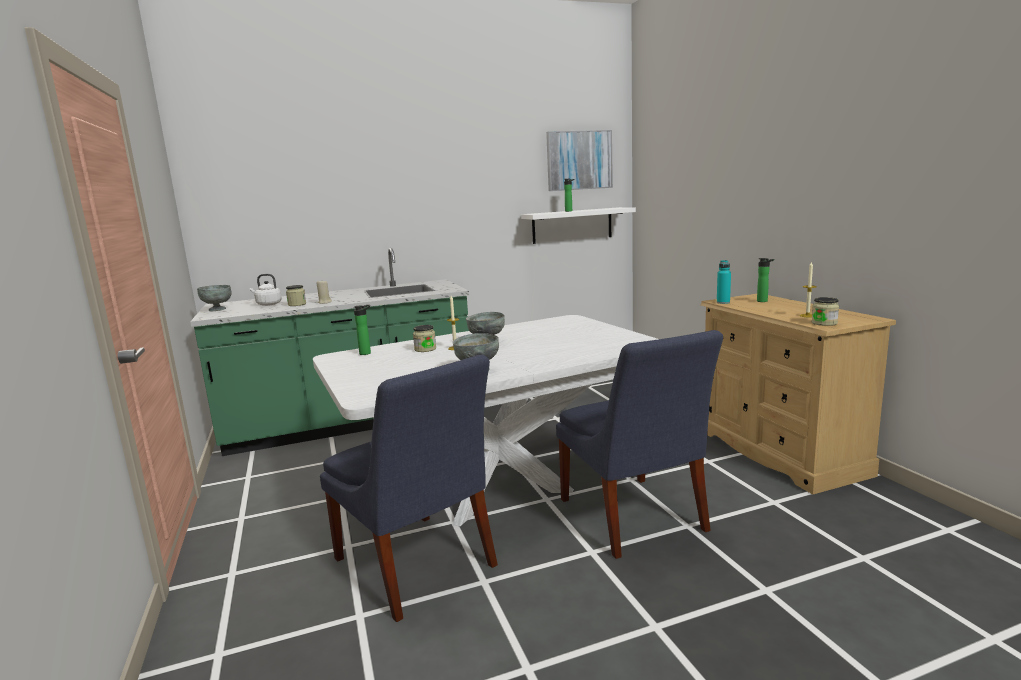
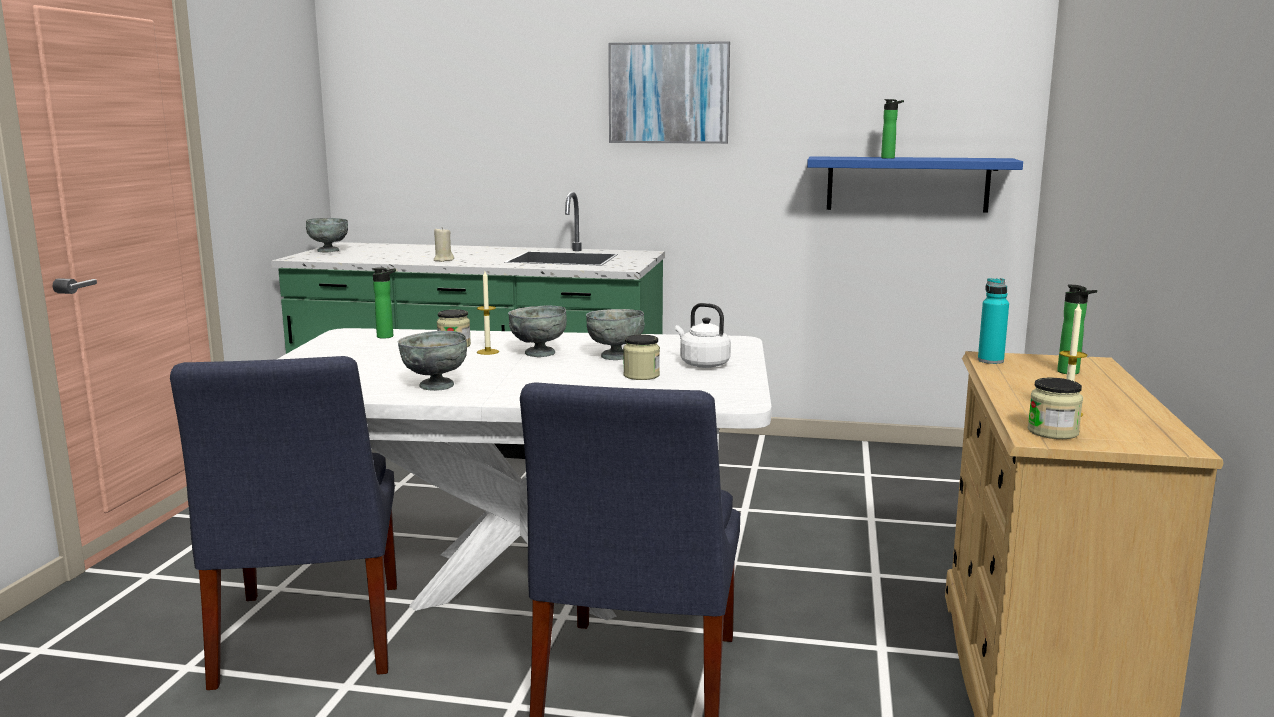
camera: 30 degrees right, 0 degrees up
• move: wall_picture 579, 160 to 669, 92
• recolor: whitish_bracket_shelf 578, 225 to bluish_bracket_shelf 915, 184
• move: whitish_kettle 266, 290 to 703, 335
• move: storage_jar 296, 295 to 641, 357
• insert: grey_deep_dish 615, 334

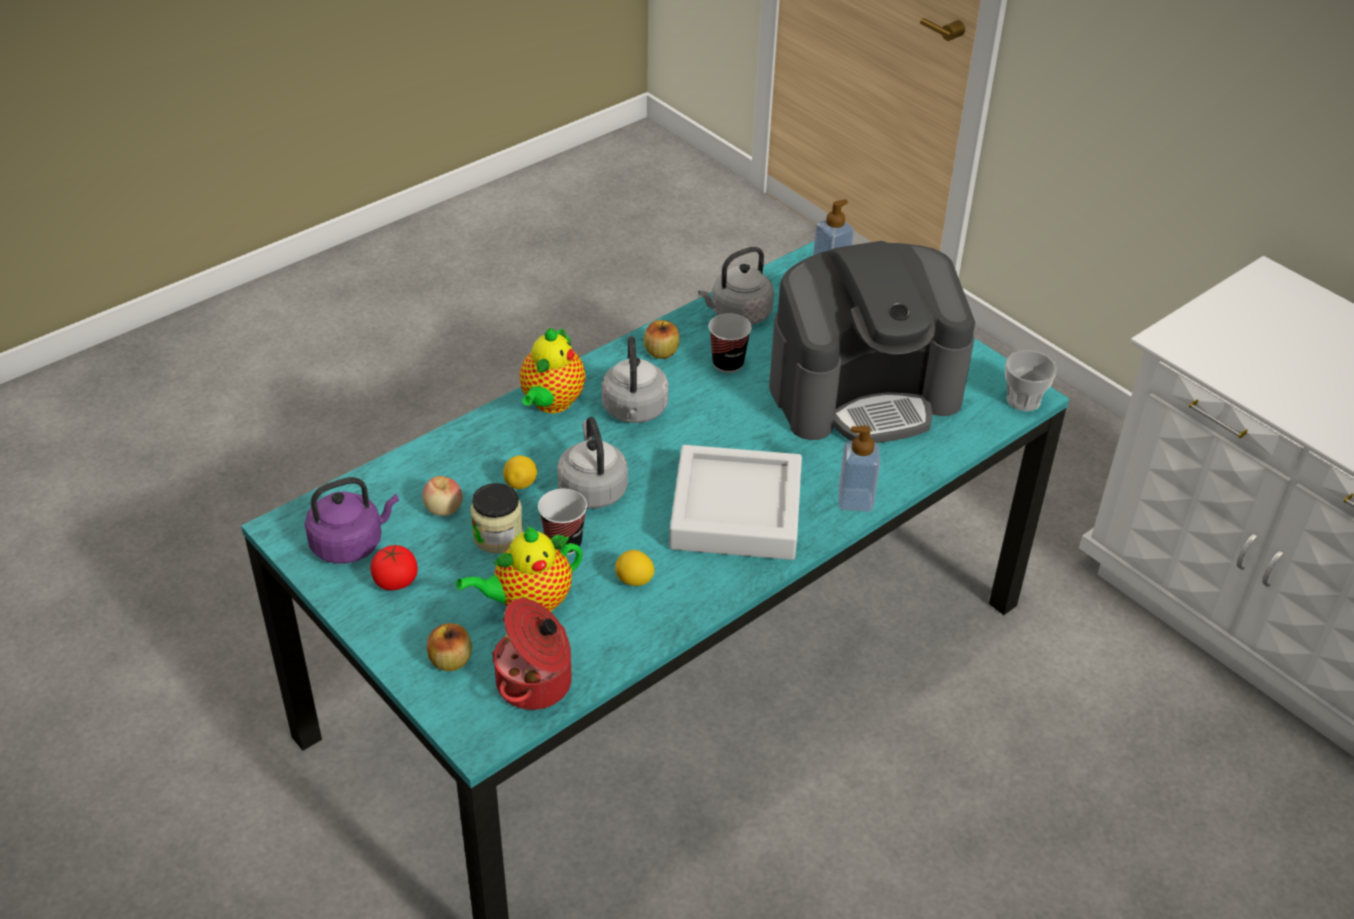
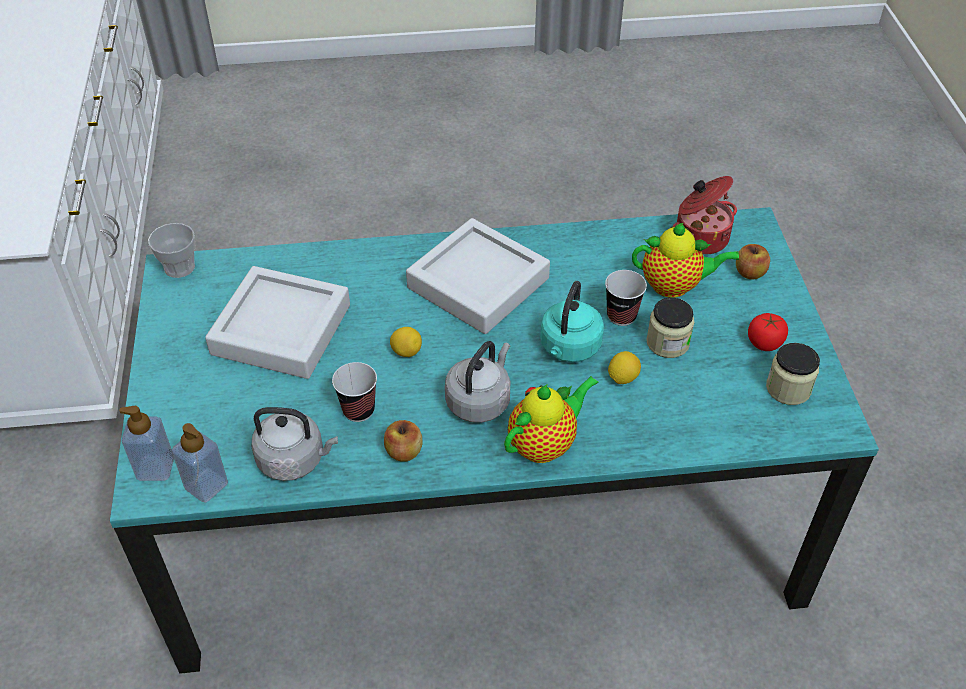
camera: 145 degrees left, 5 degrees up
• replace: coffee_maker 872, 342 to grey_serving_tray 277, 322
• recolor: grey_kettle 592, 463 to turquoise-coloured_kettle 572, 321
• move: soap_dispenser 859, 468 to 199, 463
• delete: apple 442, 496
• replace: purple_kettle 352, 520 to storage_jar 793, 374
• move: lemon 634, 568 to 406, 342

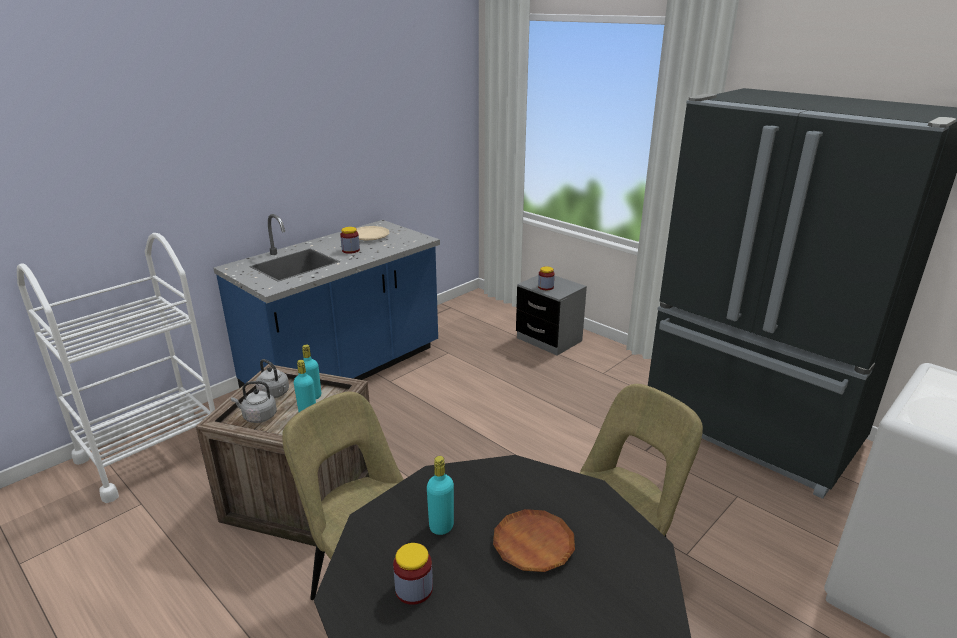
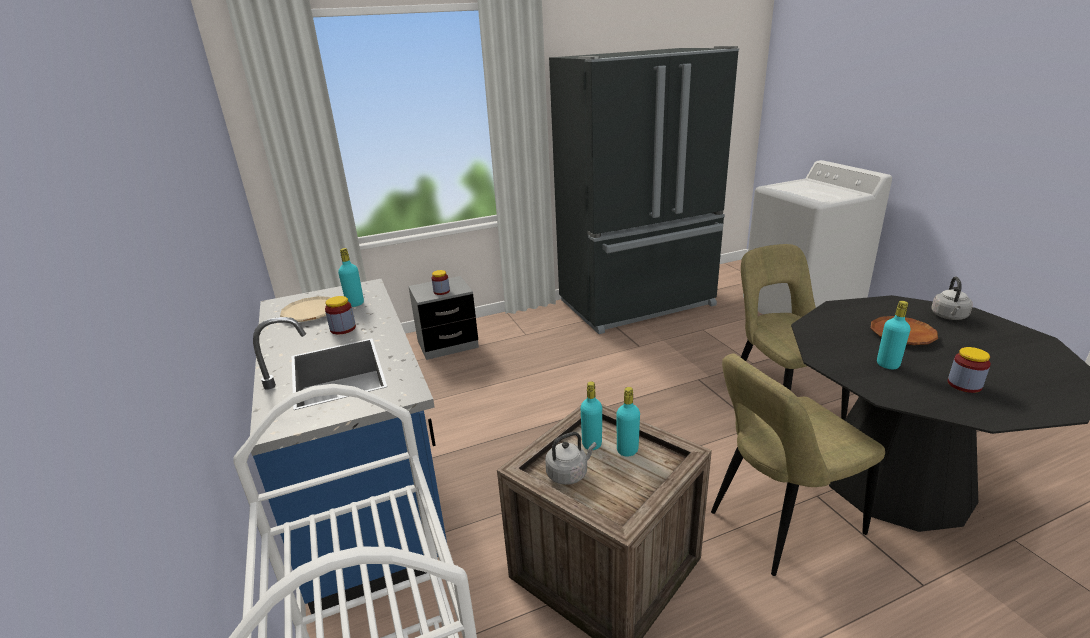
camera: 65 degrees left, 0 degrees up
• move: grey_kettle 254, 402 to 952, 298
• insert: turquoise-coloured_drink_bottle 351, 277

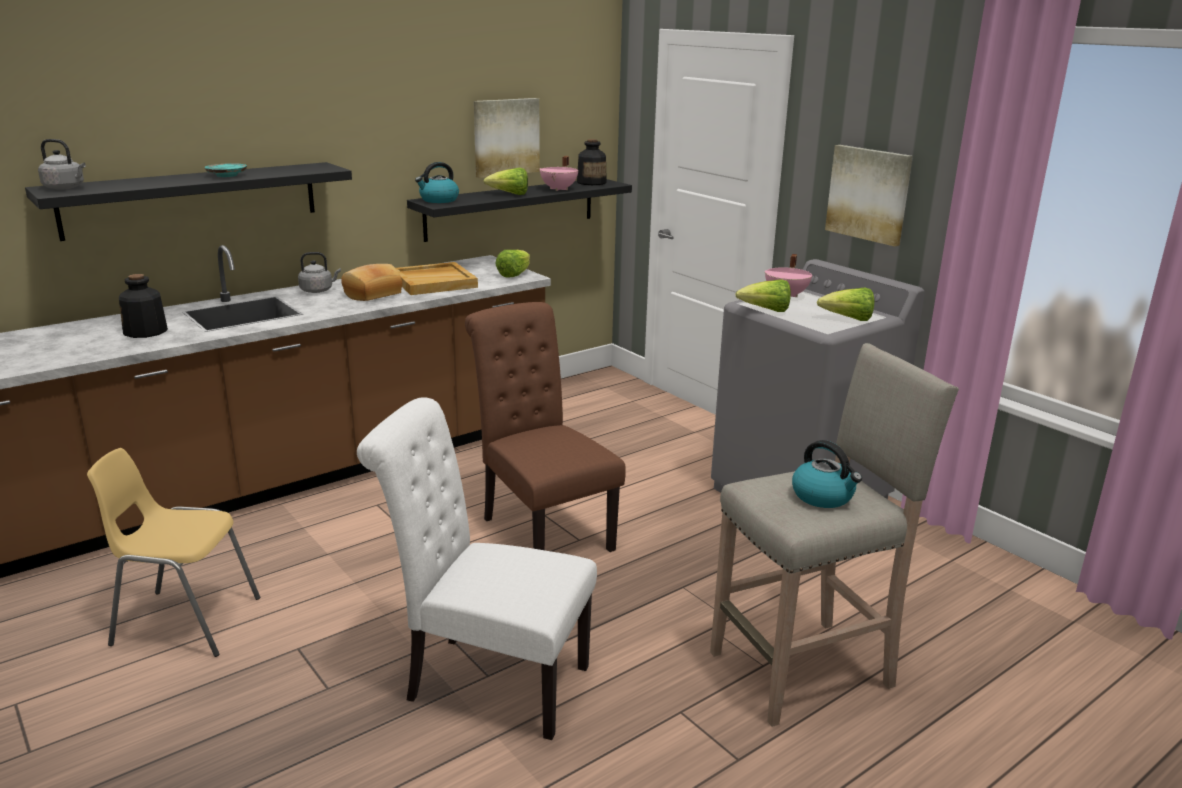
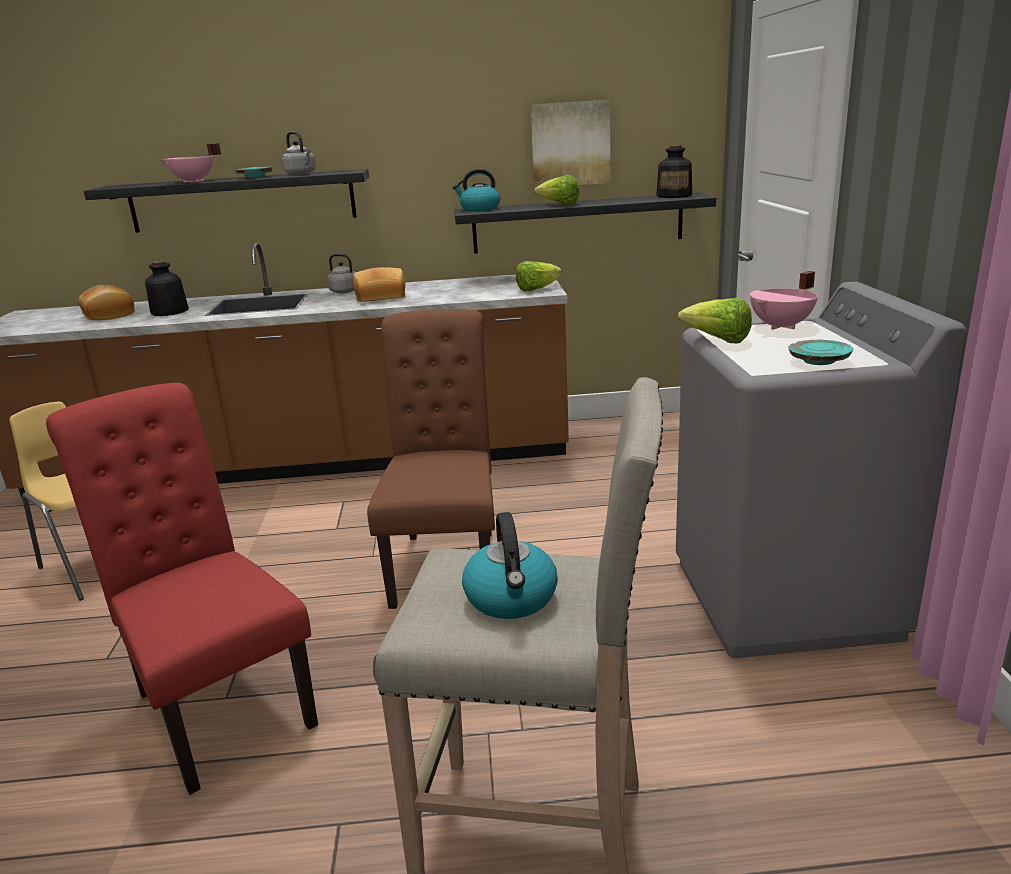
camera: 35 degrees right, 0 degrees up
• move: grey_kettle 62, 164 to 299, 153
• delete: wall_picture 869, 196
• move: pink_cooking_pot 558, 173 to 191, 163
• delete: sand-coloured_serving_tray 437, 278
• replace: lettuce_head 845, 304 to turquoise-coloured_flat_dish 820, 352
• recolor: whitish_chair 477, 568 to red_chair 182, 589
• insert: baked_bread 106, 302

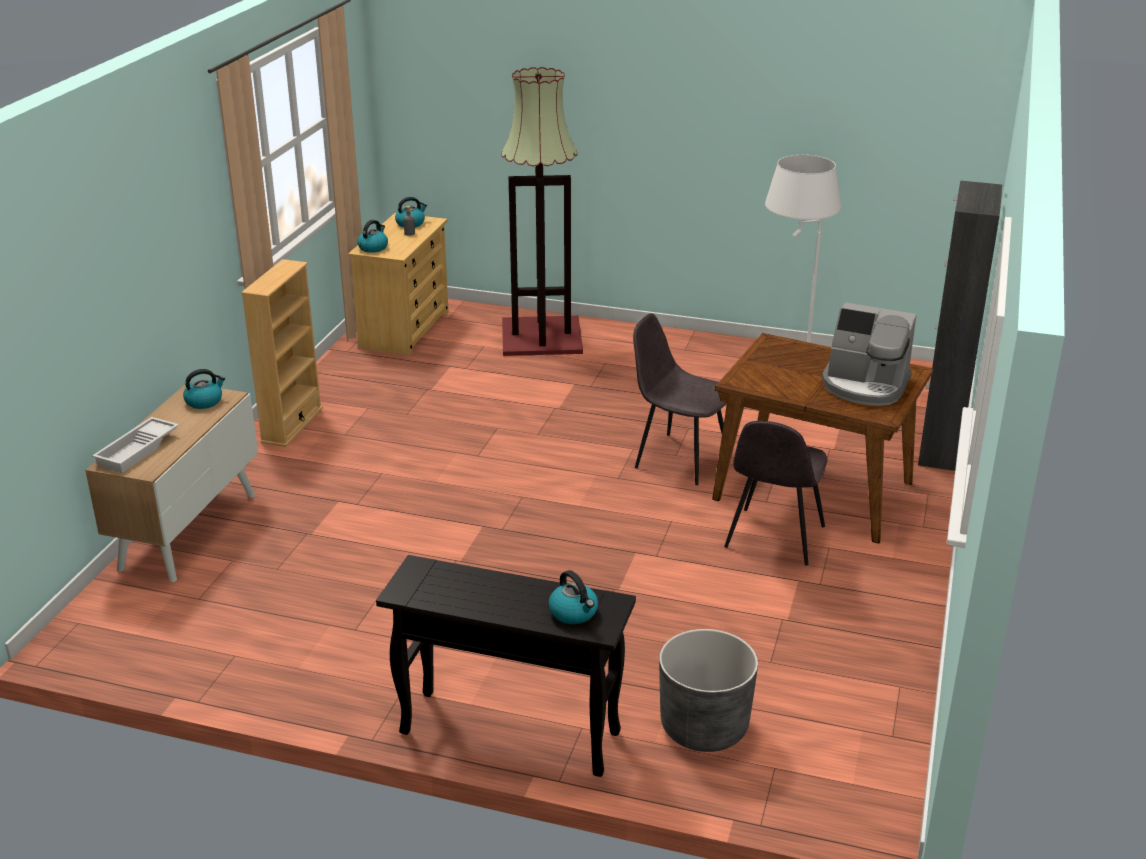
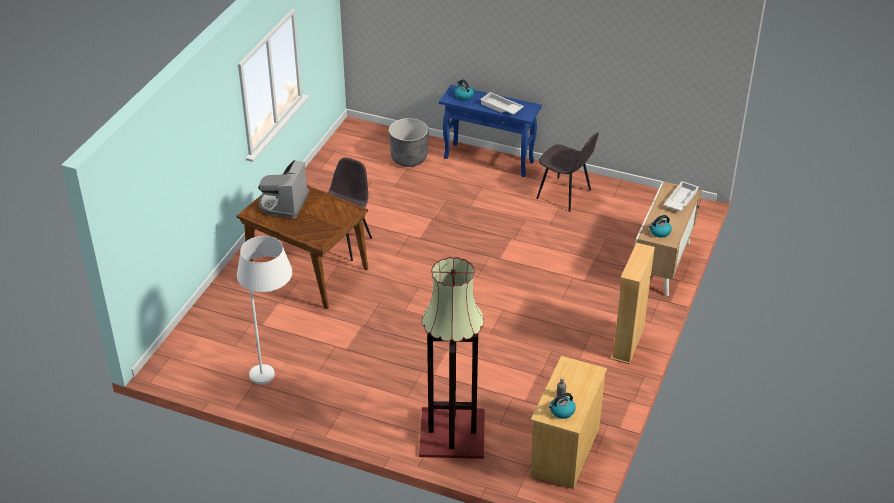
camera: 175 degrees left, 10 degrees up
• delete: black_storage_cabinet 960, 326
• delete: kettle 372, 236
• rotate: coffee_maker 869, 354 = 283, 189 105 degrees counterclockwise
• move: grey_chair 680, 399 to 567, 172
• recolor: black_narrow_table 506, 666 to bluish_narrow_table 490, 131
• insert: whitish_serving_tray 502, 103

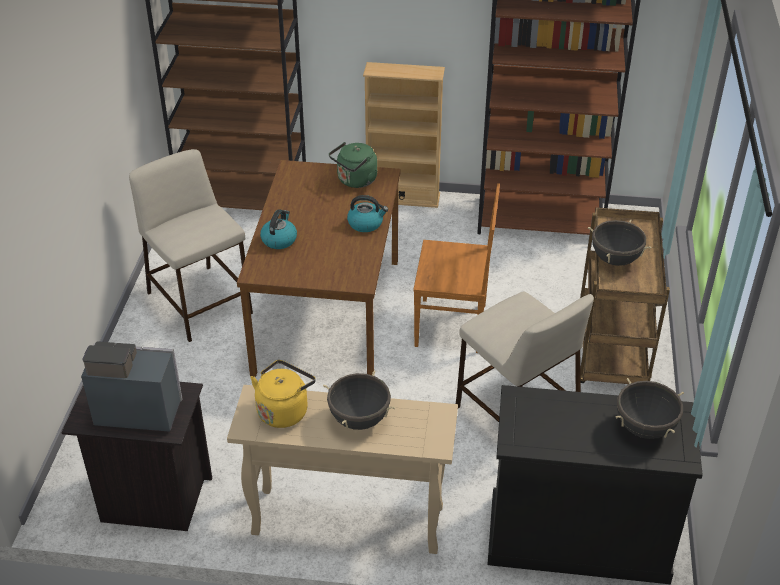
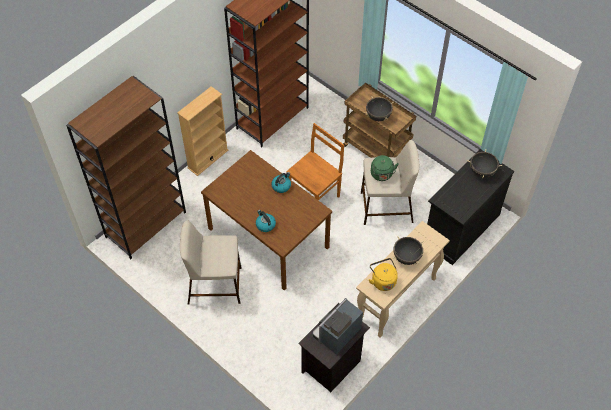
camera: 55 degrees left, 15 degrees up
• move: green-coloured_kettle 353, 165 to 385, 168

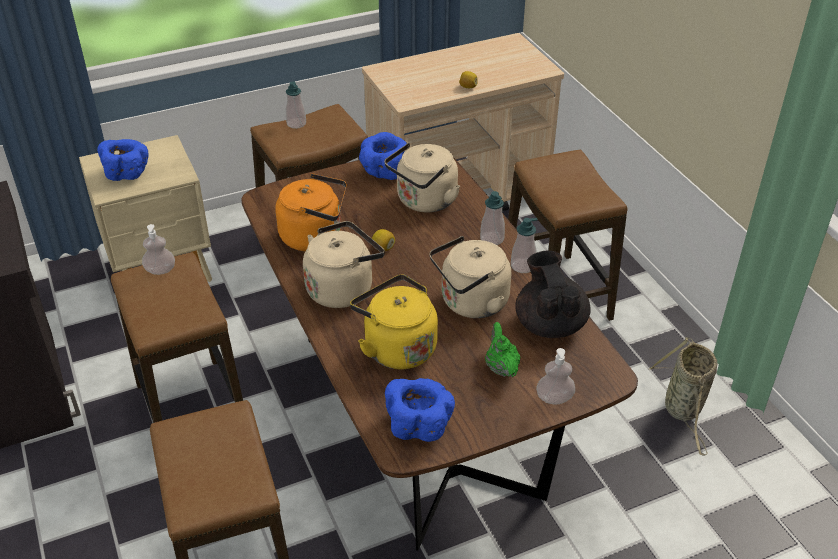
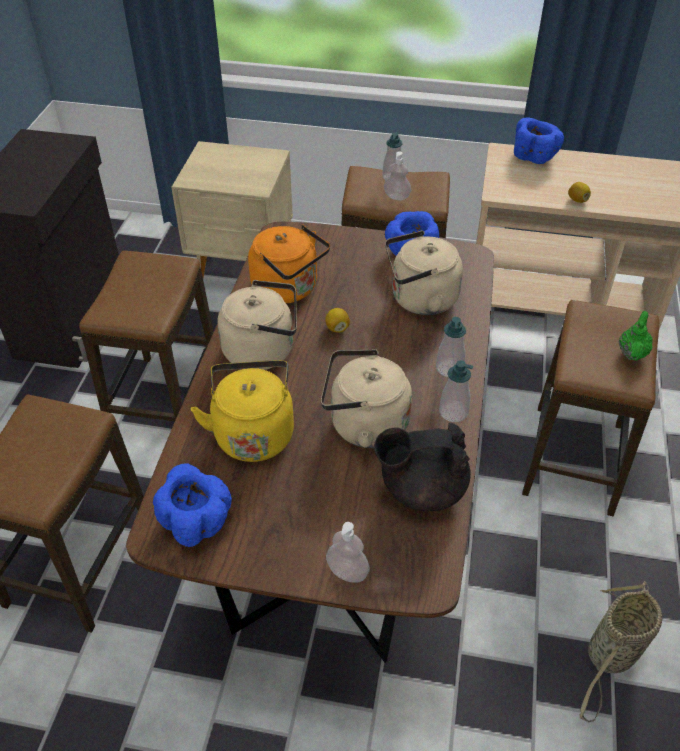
camera: 35 degrees right, 5 degrees up
• move: bluish_deep_dish 123, 160 to 539, 140
• move: soap_dispenser 158, 249 to 397, 175
• rotate: black_pot_for_tea 553, 294 = 422, 466 120 degrees counterclockwise
• move: green-coloured_pot_for_tea 503, 349 to 636, 336

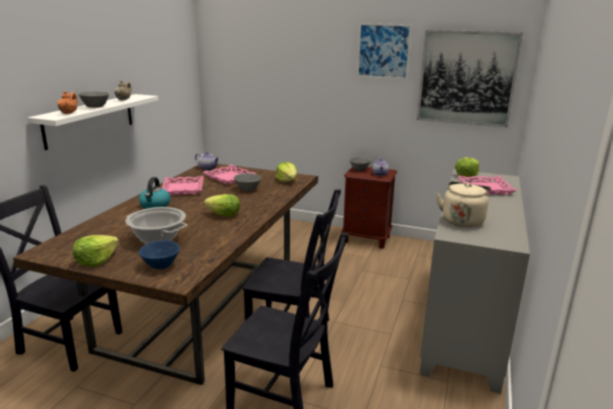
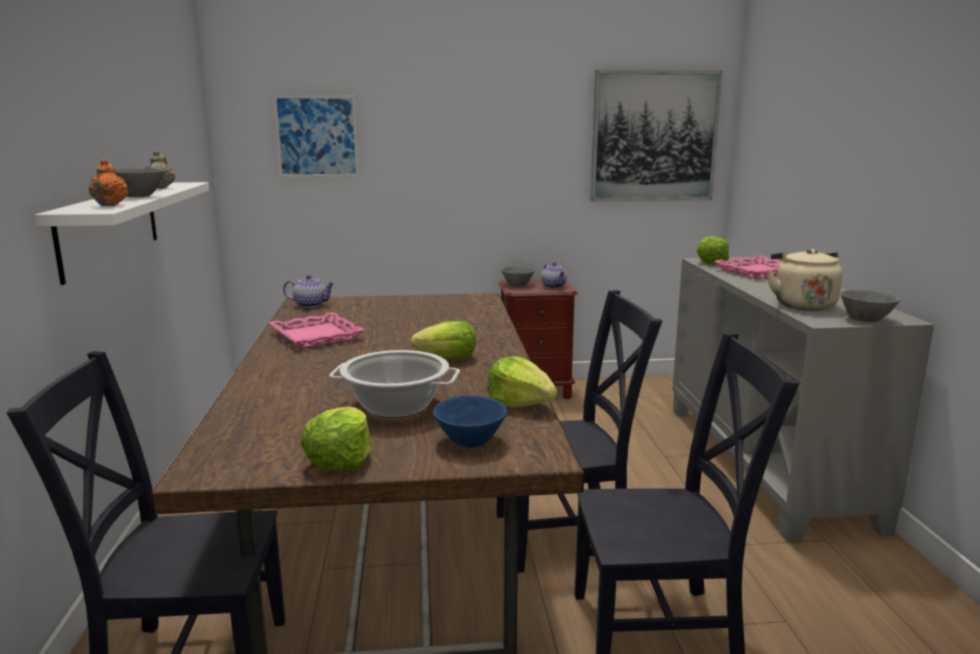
camera: 25 degrees left, 5 degrees down
• move: wall_picture 384, 51 to 316, 136
• move: lettuce_head 286, 172 to 522, 381
• delete: pink_serving_tray 229, 175
• move: grey_deep_dish 247, 182 to 870, 306
• delete: kettle 155, 193

